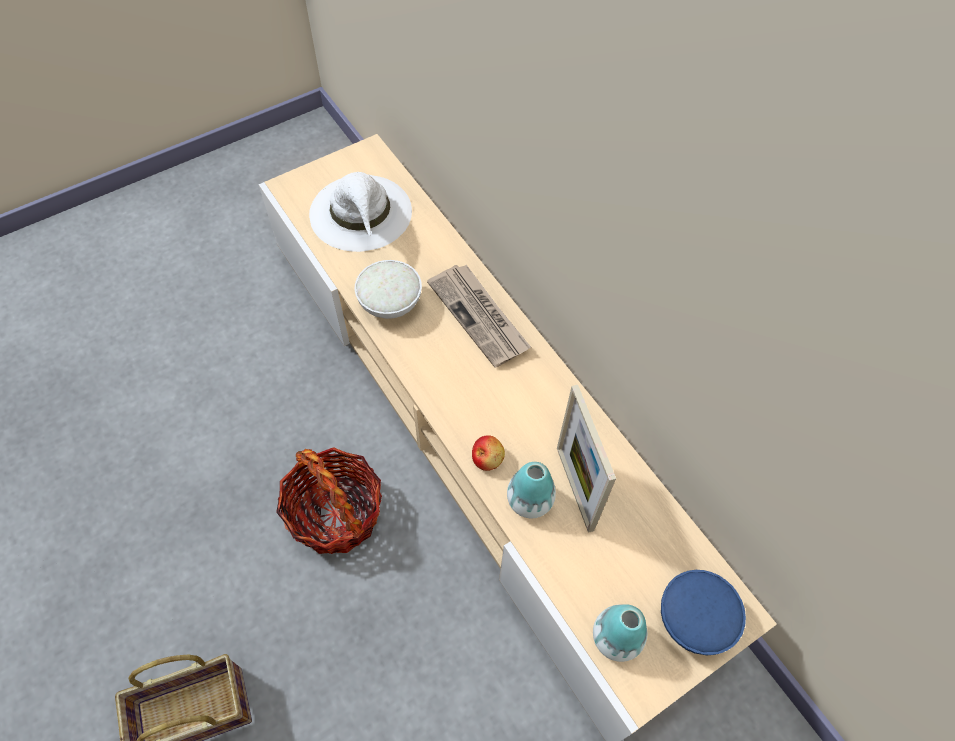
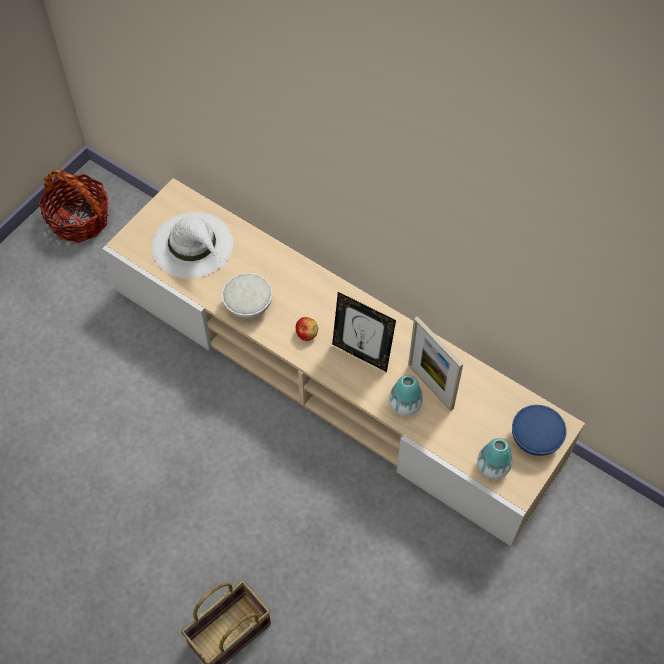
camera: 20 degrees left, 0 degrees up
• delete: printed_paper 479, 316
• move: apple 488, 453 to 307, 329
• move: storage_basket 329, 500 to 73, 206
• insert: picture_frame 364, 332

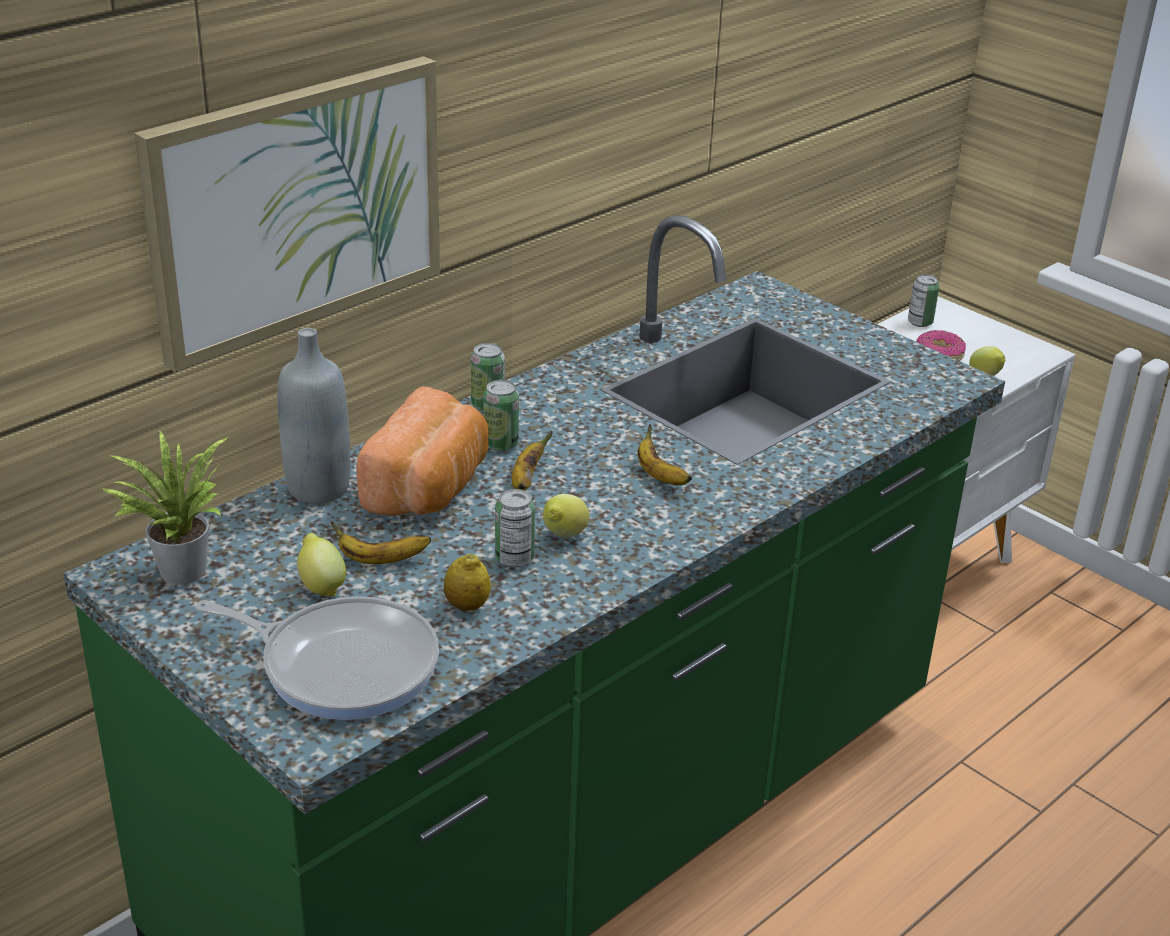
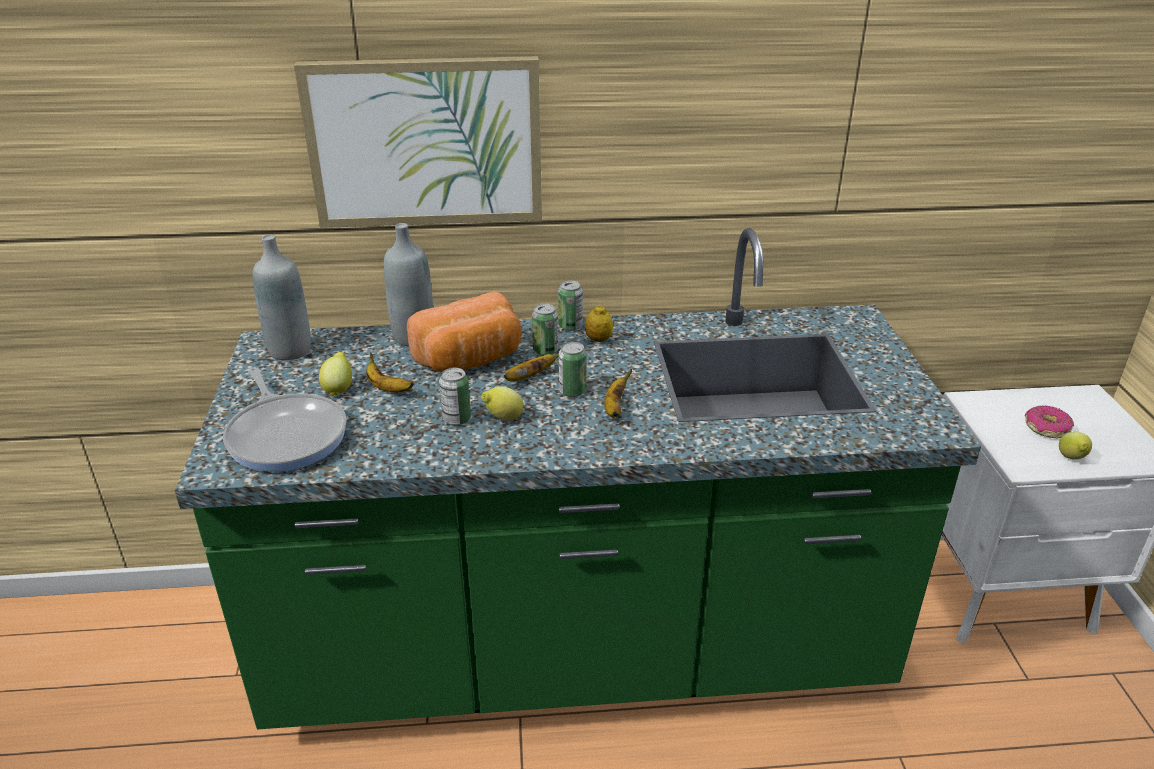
camera: 40 degrees right, 0 degrees up
• move: metal_can 923, 300 to 573, 369
• replace: potted_plant 163, 507 to grey_drink_bottle 281, 297
• move: lemon 467, 582 to 599, 323

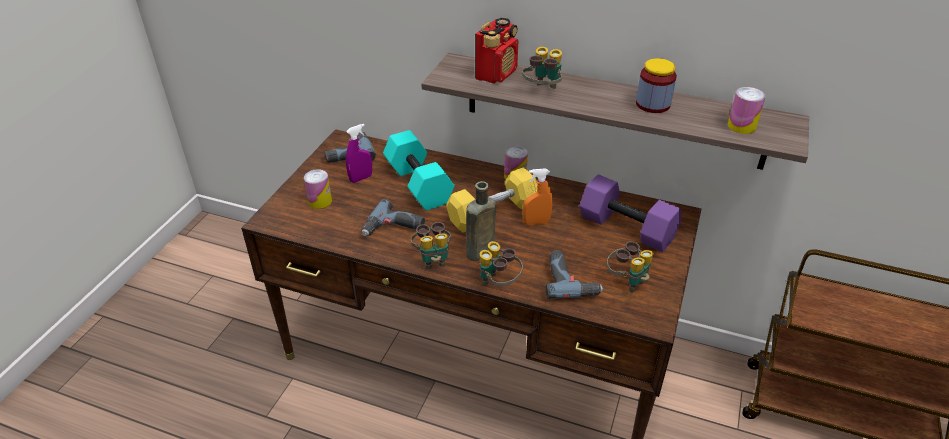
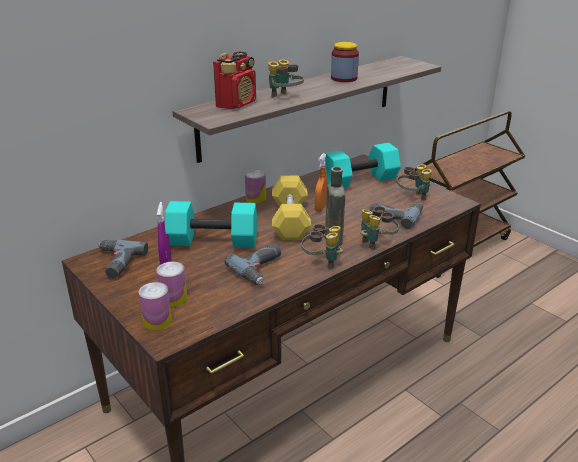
camera: 60 degrees left, 10 degrees down
• rotate: radio_receiver 496, 51 = 234, 81 60 degrees clockwise
• move: metal_can 747, 110 to 155, 306
• recolor: purple_dumbbell 630, 213 to turquoise-coloured_dumbbell 363, 165

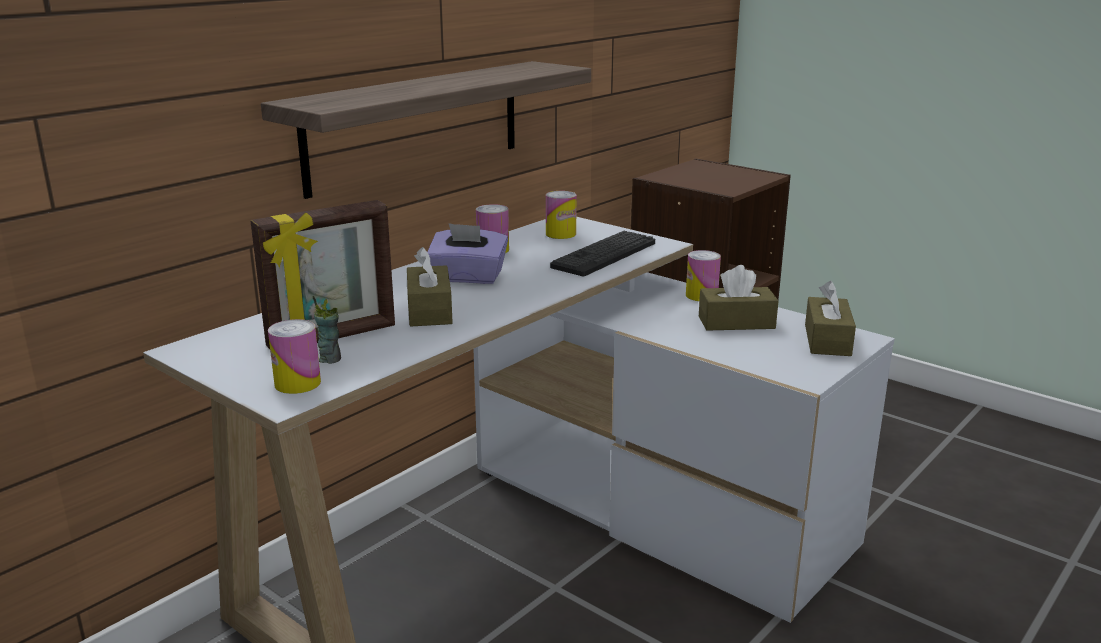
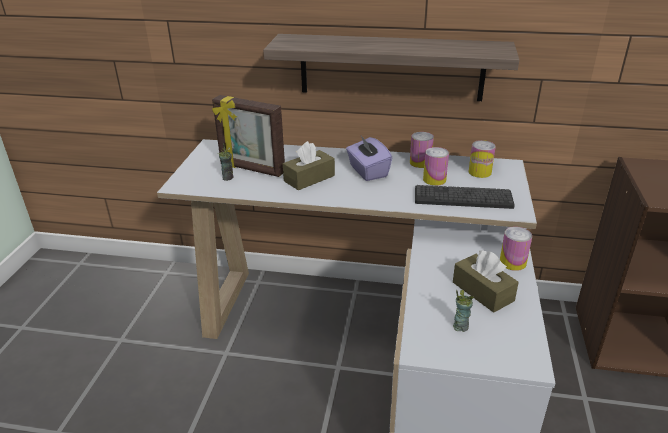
camera: 60 degrees right, 10 degrees up
• delete: brown_tissue_box 830, 318
• move: metal_can 294, 356 to 436, 166
• insert: small_cup 463, 311

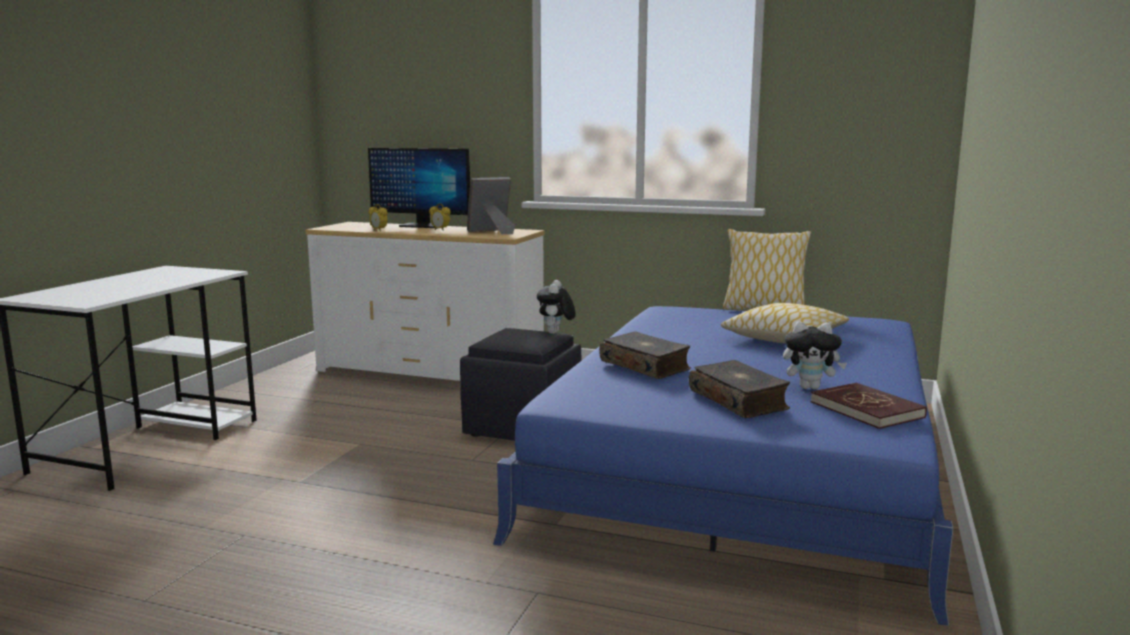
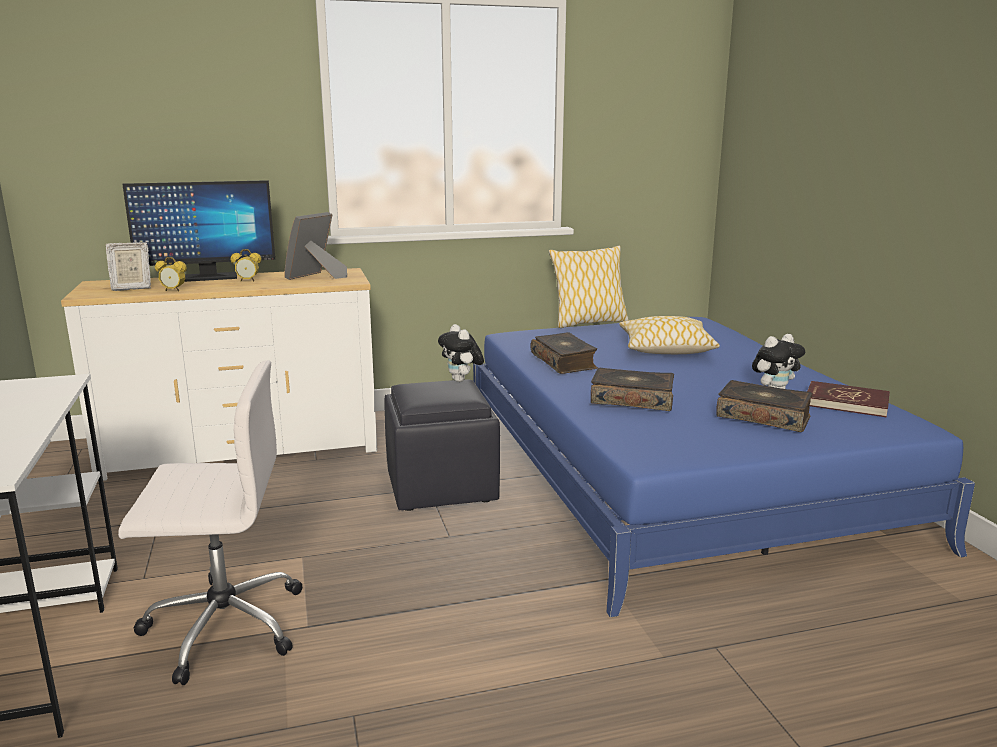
camera: 35 degrees left, 5 degrees up
• insert: picture_frame 128, 266
• insert: book 564, 353
• insert: whitish_computer_chair 210, 522

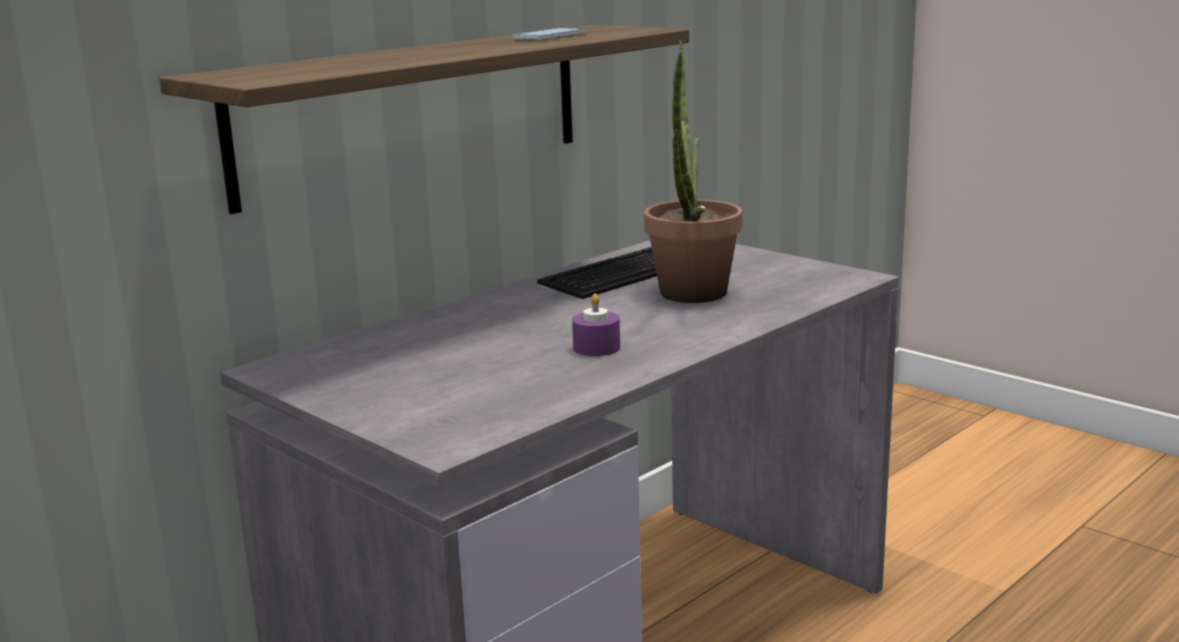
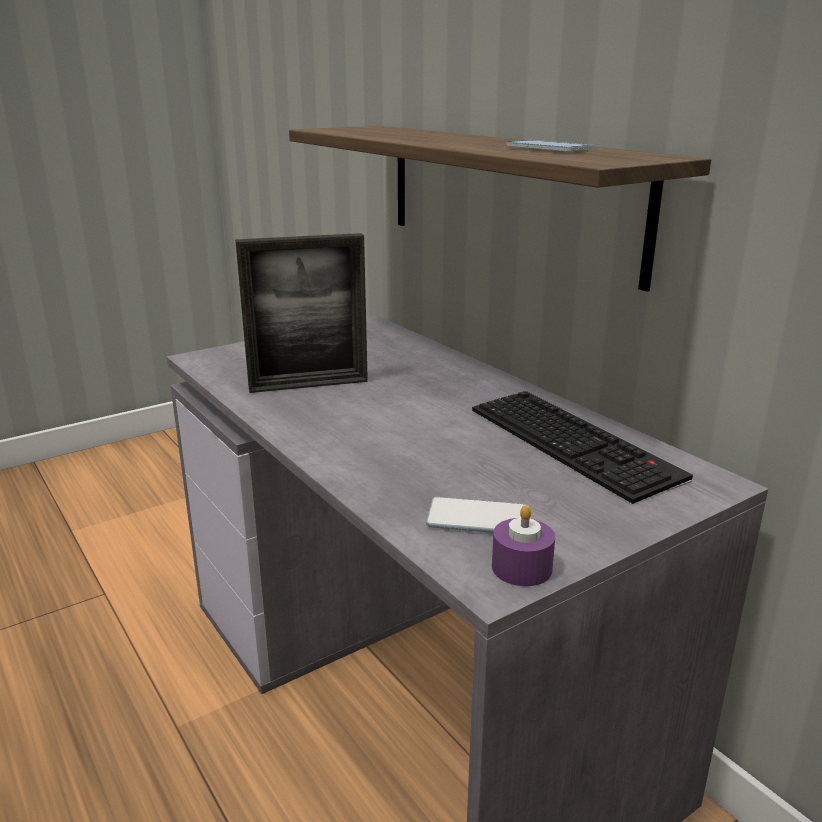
camera: 100 degrees right, 5 degrees up
• delete: potted_plant 693, 171
• move: purple_candle 596, 325 to 523, 545
• insert: picture_frame 301, 313
• insert: handset 475, 515

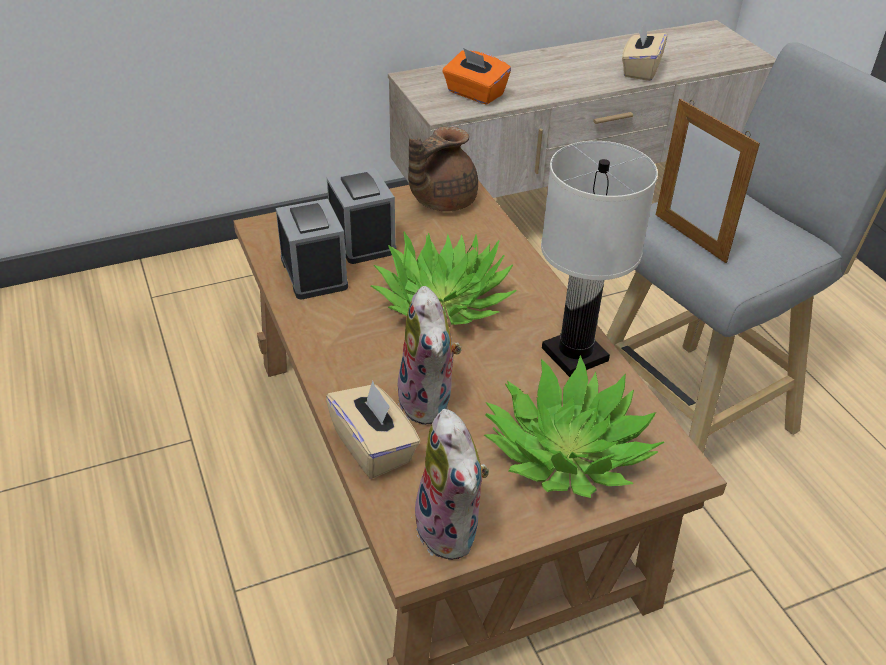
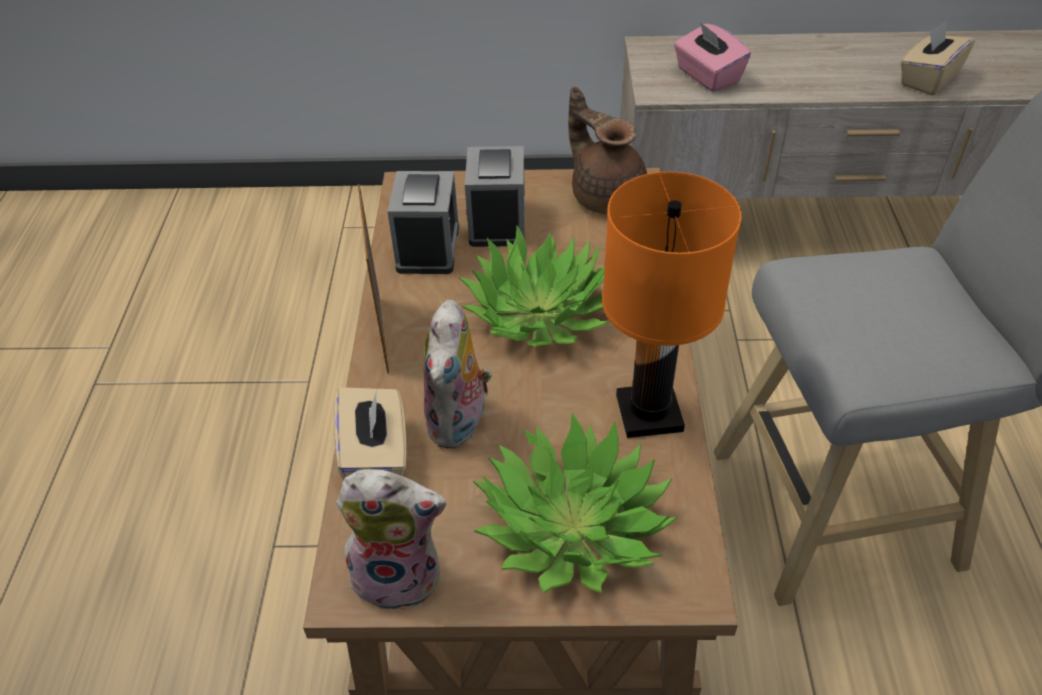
camera: 25 degrees right, 5 degrees up
• recolor: orange_tissue_box 476, 76 to pink_tissue_box 712, 57
• move: picture_frame 708, 181 to 373, 278
• rotate: brown_pot_for_tea 443, 169 = 607, 150 75 degrees clockwise
• recolor: whitish_lamp_for_a_table 599, 259 to orange_lamp_for_a_table 672, 305
• rotate: soft_toy 452, 484 = 391, 540 90 degrees counterclockwise

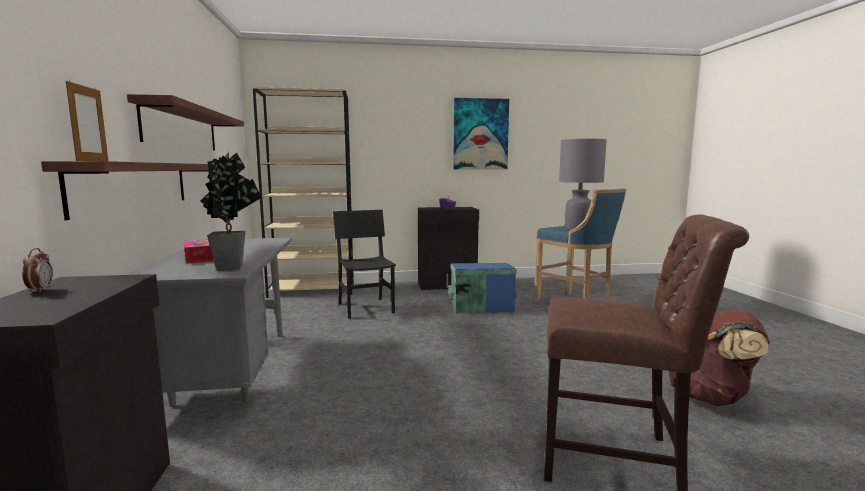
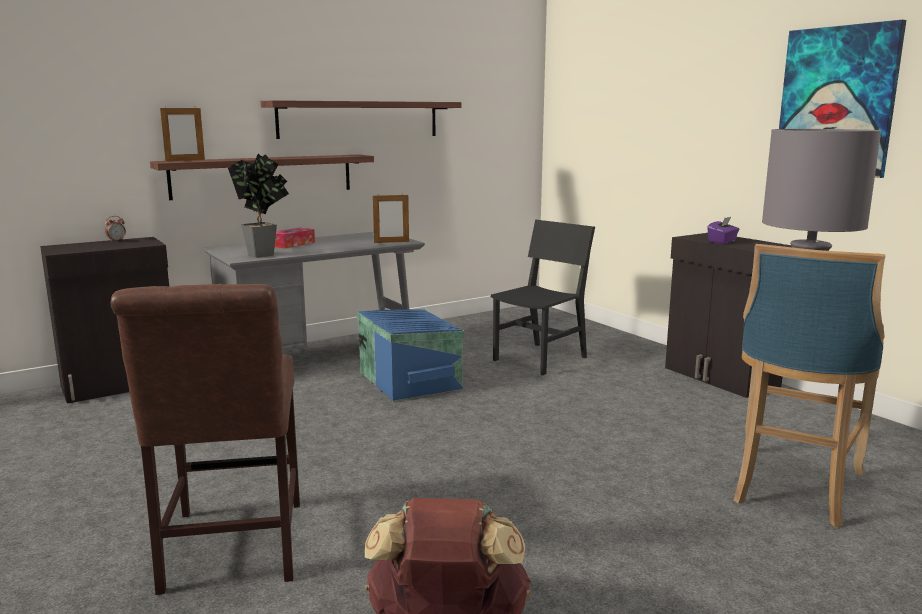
camera: 65 degrees right, 5 degrees up
• delete: sand-coloured_bookshelf 303, 192
• move: bluish_storage_box 482, 288 to 410, 355
• insert: picture_frame 391, 218

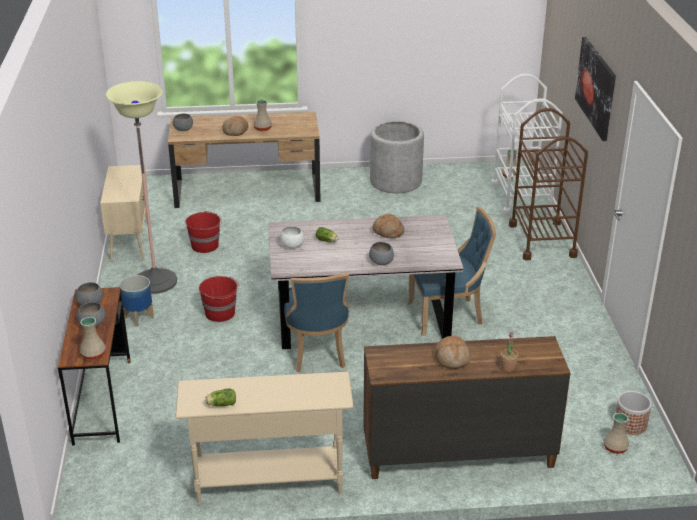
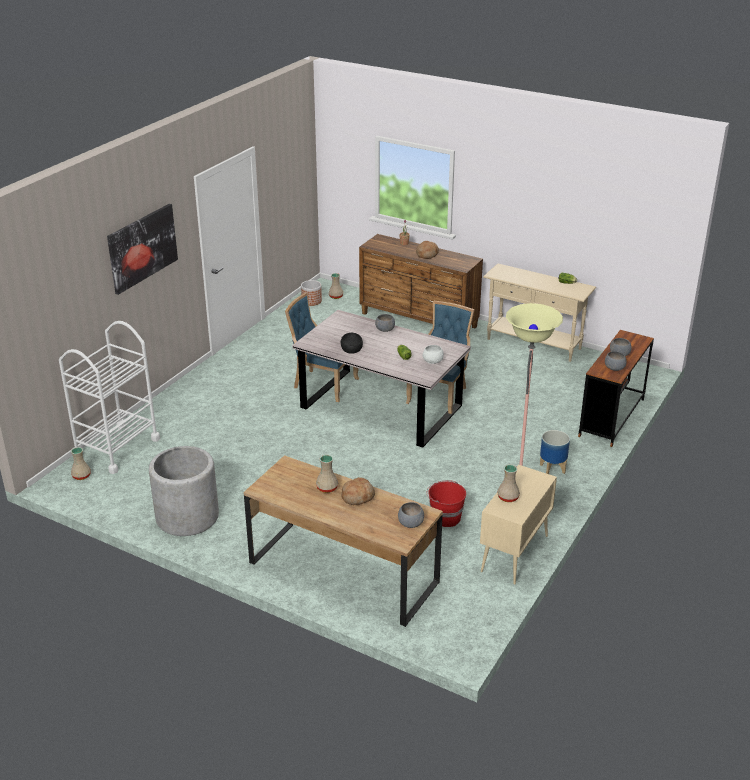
camera: 145 degrees left, 0 degrees up
• delete: brown_wheeled_cart 548, 184
• replace: baked_bread 388, 226 to black_deep_dish 352, 343
• delete: red_pail 219, 299
• move: sand-coloured_decorative_vase 93, 338 to 508, 483

